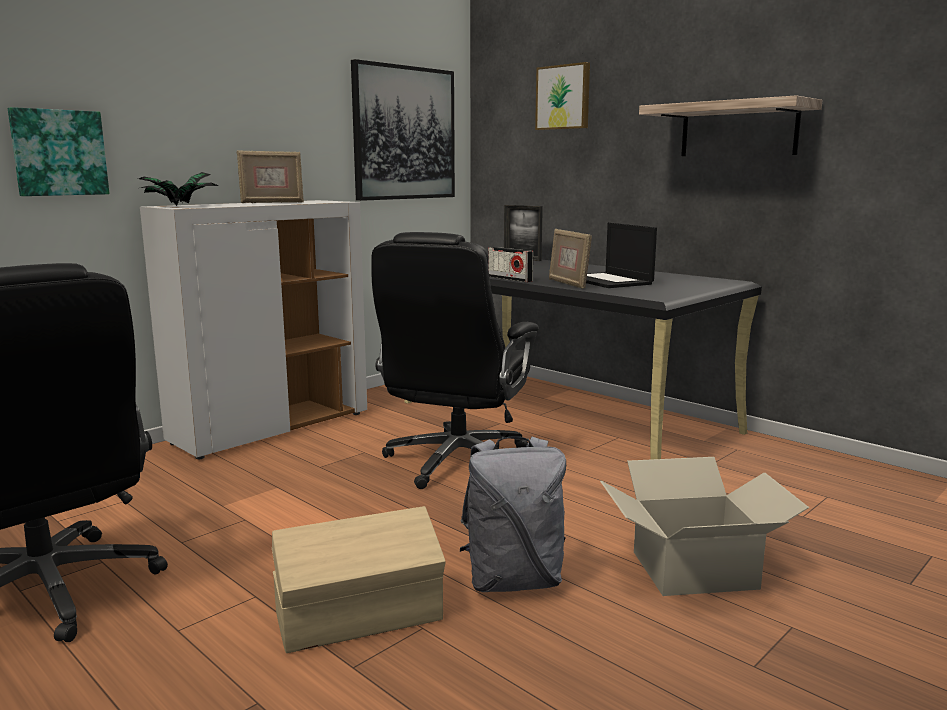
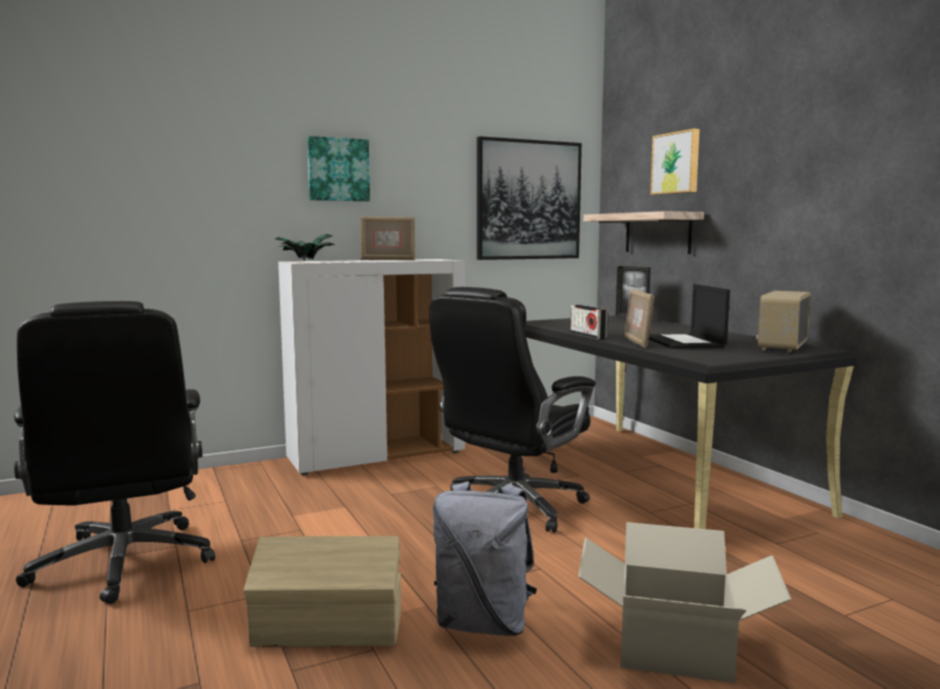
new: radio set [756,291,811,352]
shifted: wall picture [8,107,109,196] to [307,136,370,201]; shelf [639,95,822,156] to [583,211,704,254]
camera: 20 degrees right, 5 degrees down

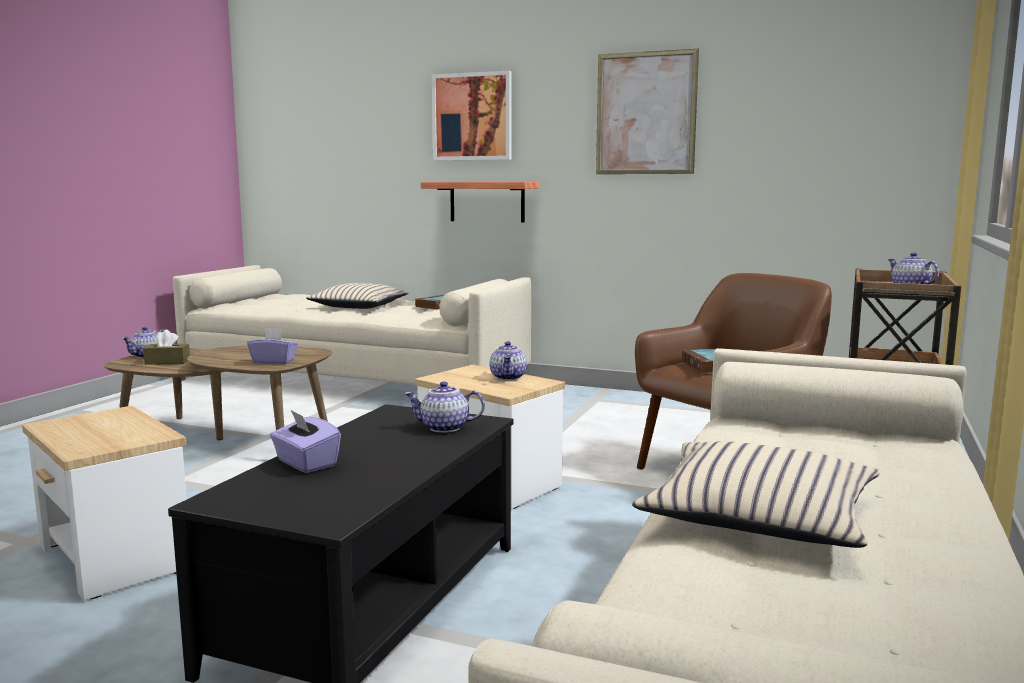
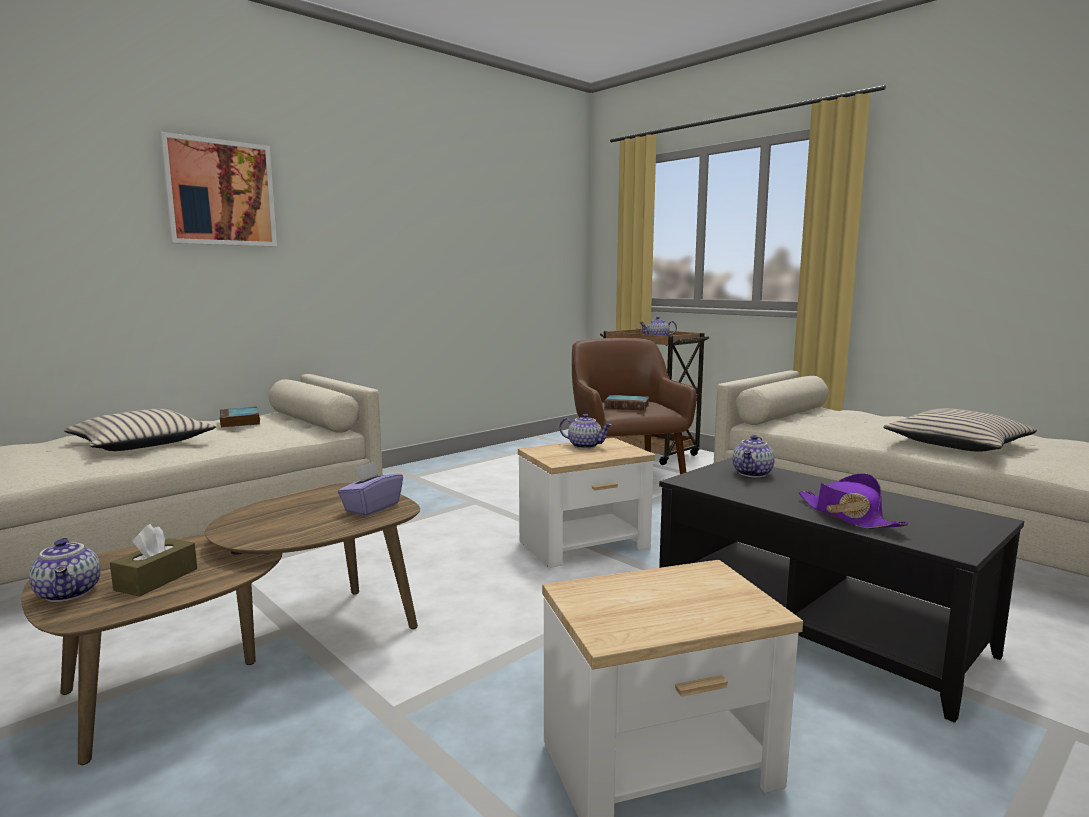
gone: shelf [421,182,539,222]; wall picture [596,49,699,174]
swapped: purple-coloured box of tissues [270,409,341,473] to purple-coloured clothing hat [799,473,910,529]
camera: 65 degrees left, 0 degrees up

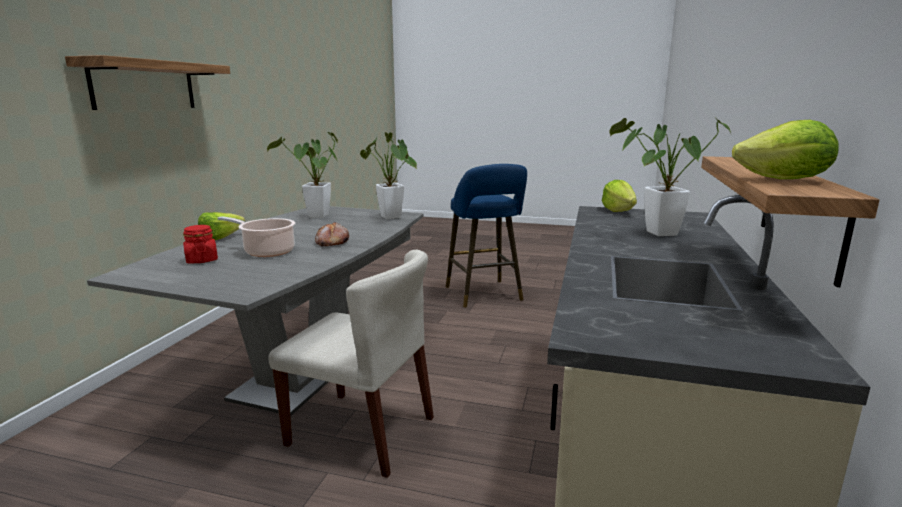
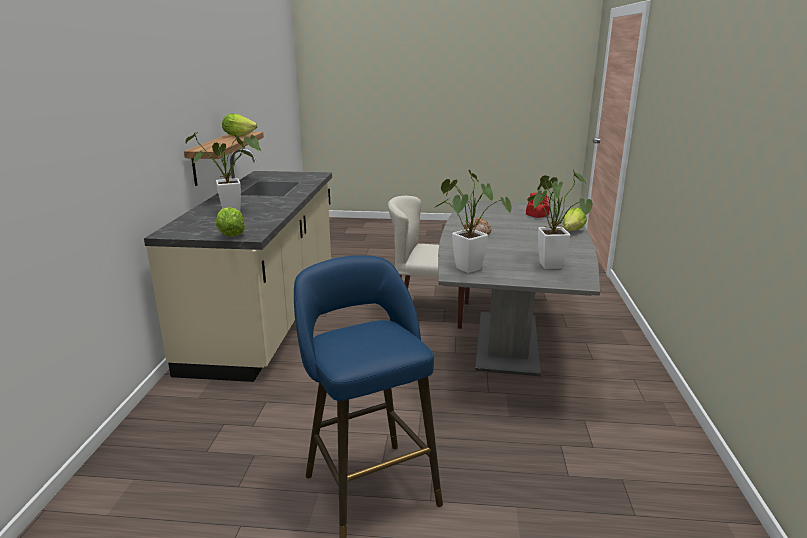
gone: shelf [65,55,230,110]; stockpot [218,216,295,257]
camera: 170 degrees right, 5 degrees up

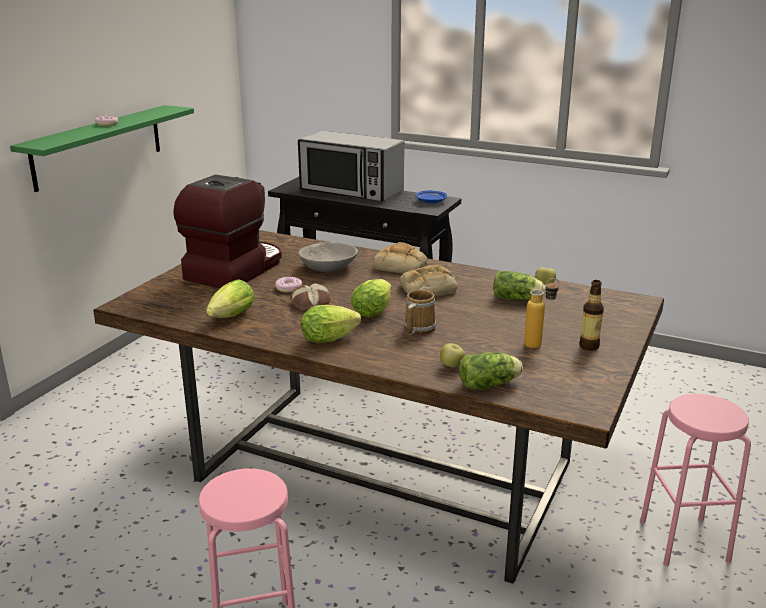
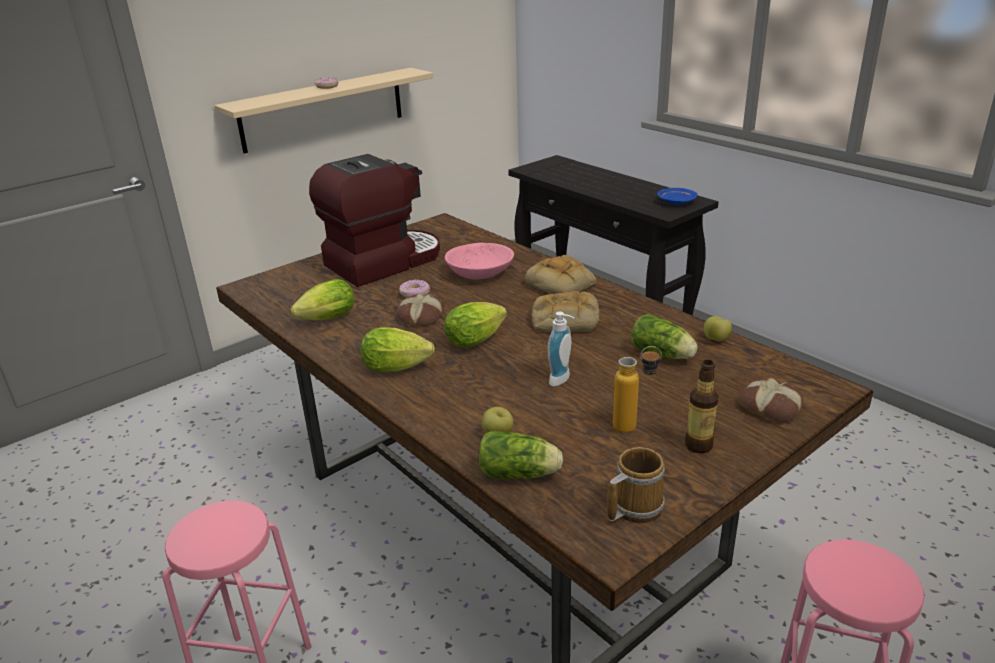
gone: microwave [298,131,404,202]
new: liquid soap bottle [548,312,574,387]; bakery bread [739,378,804,422]
shifted: tea mug [404,290,436,335] to [607,447,665,523]
repainted: greenish shelf [10,105,194,192] to beige shelf [214,68,434,153]; greyish serving bowl [298,242,358,272] to pink-coloured serving bowl [445,242,514,280]
camera: 25 degrees right, 5 degrees up

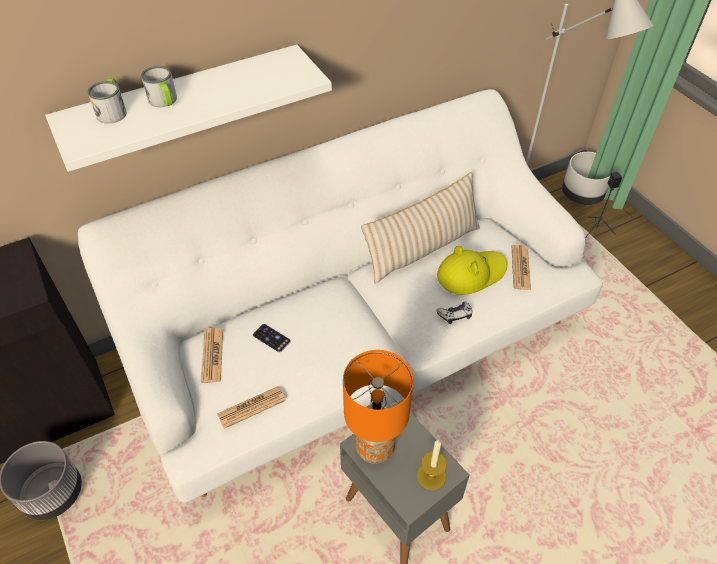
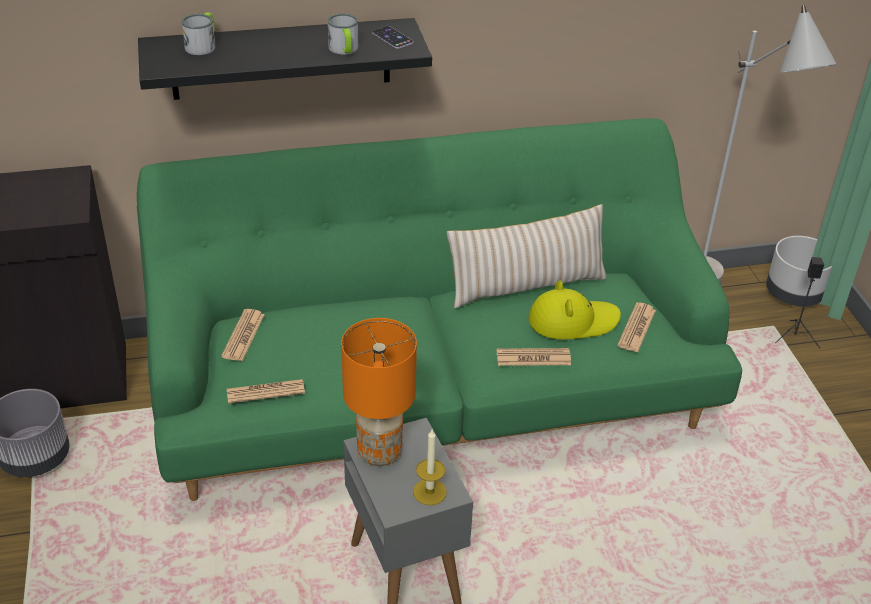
shifted: tea mug [141,66,177,107] to [328,13,358,54]; handset [253,324,291,353] to [372,26,413,49]
swapped: game controller [436,301,472,324] to printed paper [497,348,571,366]
repainted: whitish couch [78,89,603,503] to greenish couch [137,118,742,501]; whitish shelf [45,45,332,172] to black-coloured shelf [138,18,432,100]
camera: 15 degrees right, 10 degrees down

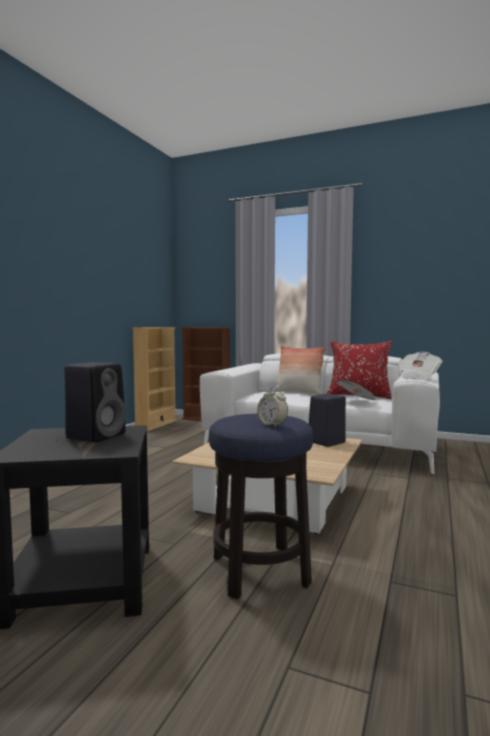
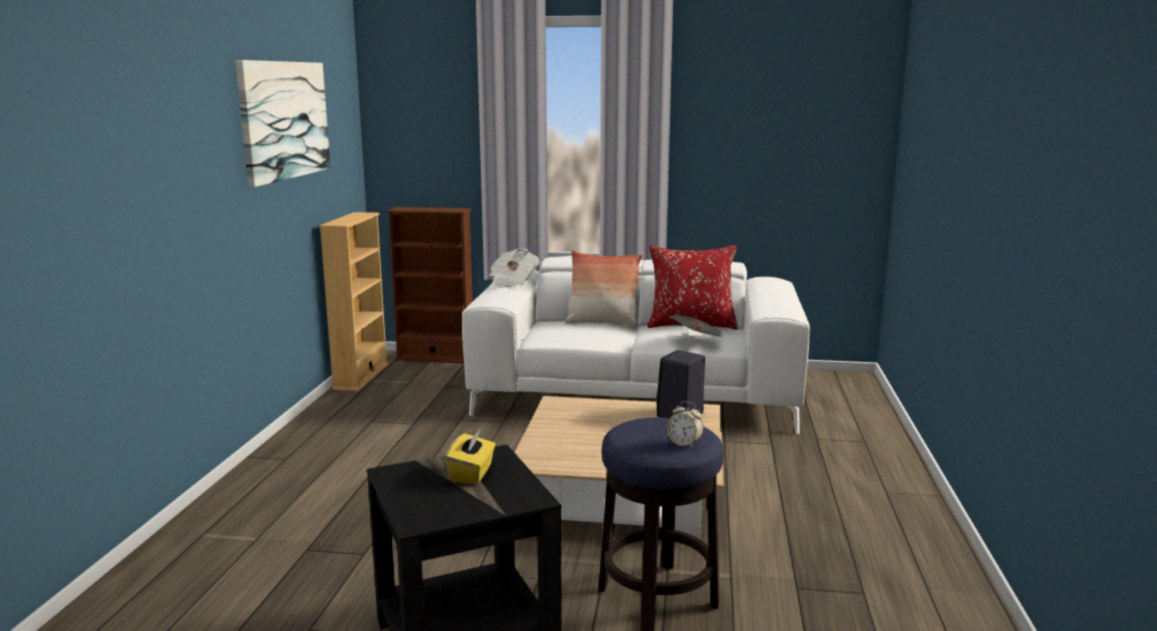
new: wall picture [235,60,331,187]
shifted: printed paper [398,352,442,379] to [490,248,540,288]
swapped: black-coloured loudspeaker [65,362,126,443] to yellow-coloured box of tissues [445,429,495,484]
camera: 15 degrees left, 10 degrees up

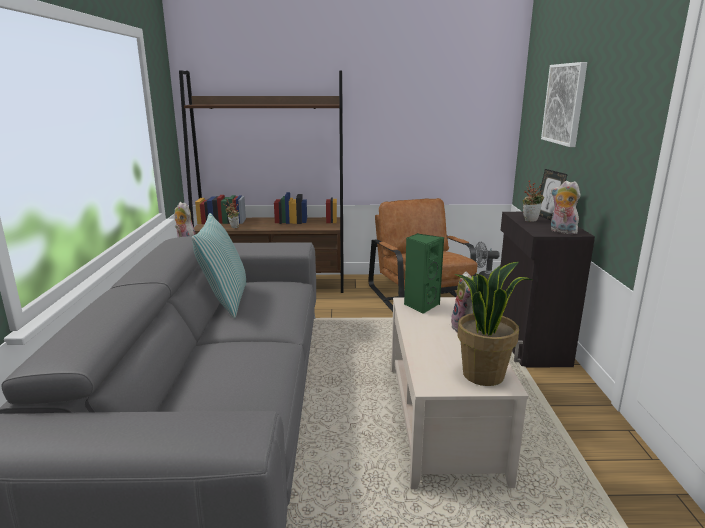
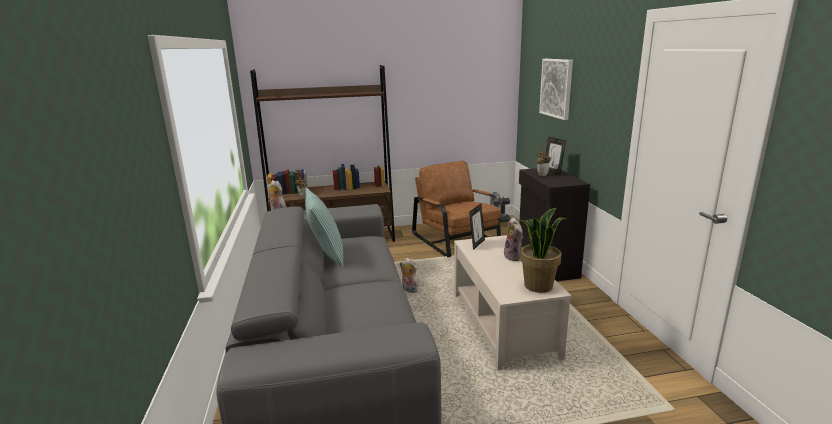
shifted: plush toy [551,181,581,234] to [399,258,419,293]
swapped: greenish loudspeaker [404,233,444,314] to picture frame [469,204,485,250]
camera: 10 degrees left, 0 degrees up

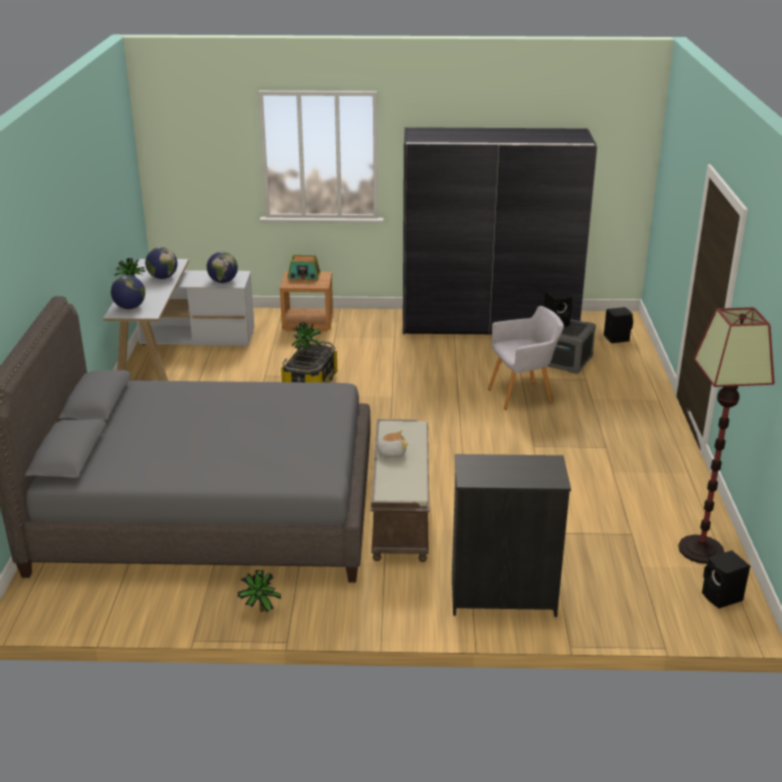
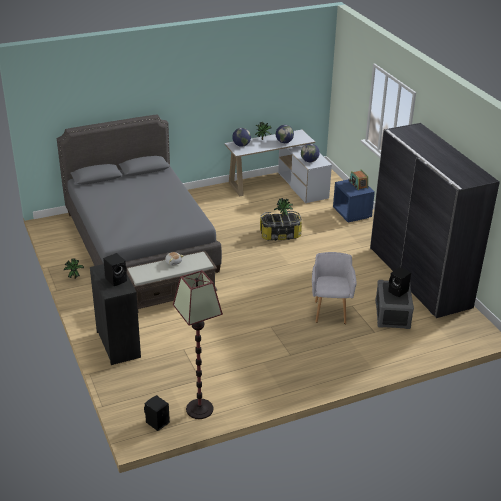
shifted: black-coloured loudspeaker [604,307,633,343] to [103,253,127,286]
repainted: brownish nightstand [280,272,333,332] to blue-coloured nightstand [333,179,375,223]
rotated: greyish armchair [488,306,564,410] = [312,252,357,324] 135 degrees counterclockwise
camera: 65 degrees right, 5 degrees up

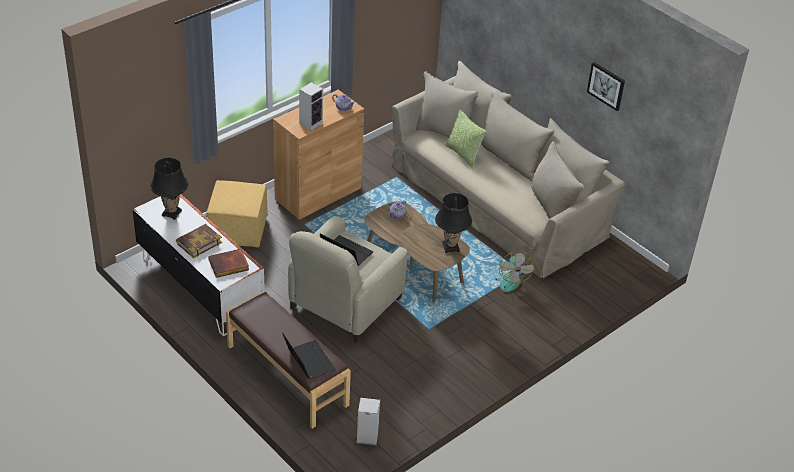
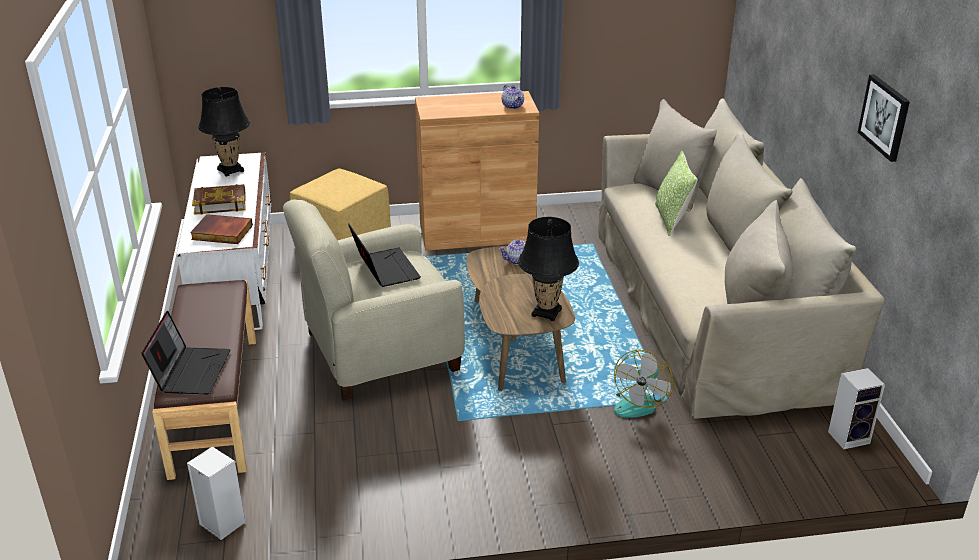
shifted: loudspeaker [299,82,323,131] to [828,368,885,449]
camera: 35 degrees right, 10 degrees down

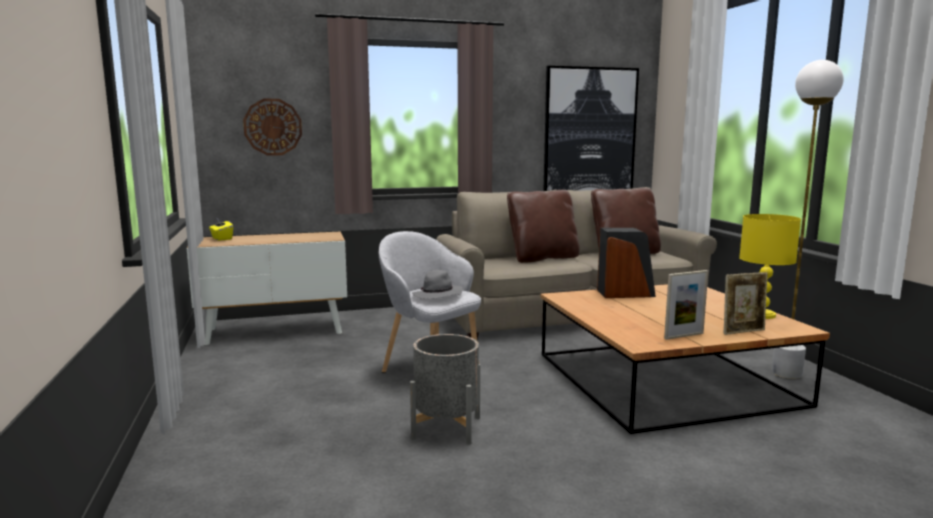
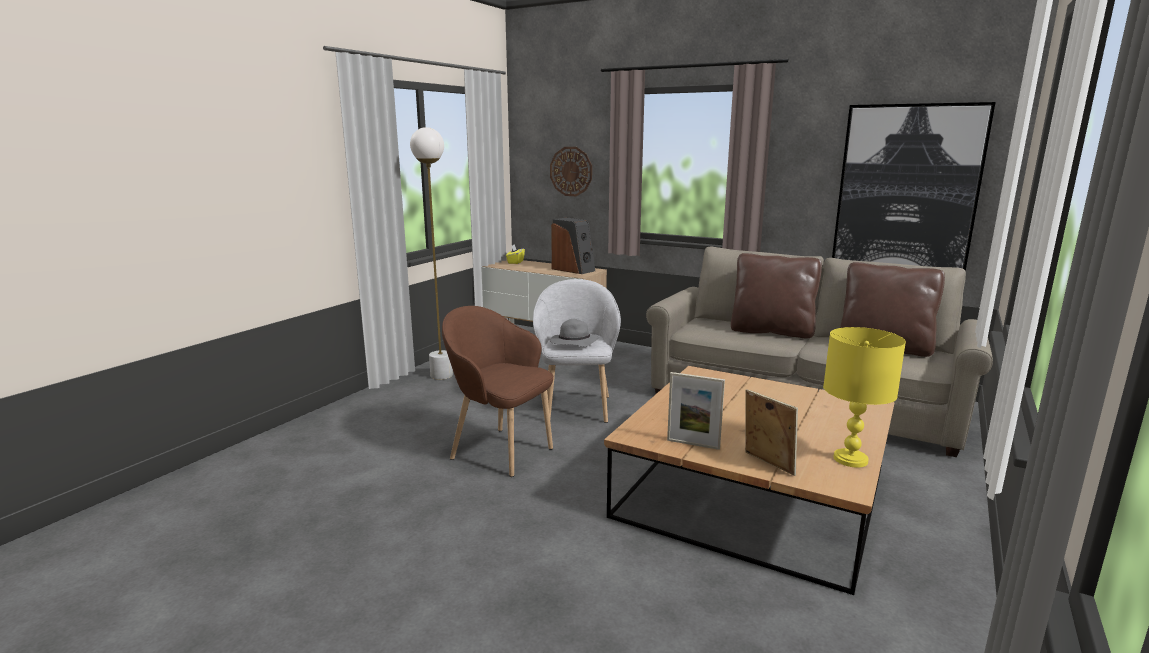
shifted: whitish standard lamp [771,60,844,379] to [410,127,453,380]; loudspeaker [597,228,656,298] to [551,217,595,274]
swapped: greyish planter [410,334,480,445] to brownish armchair [442,306,553,477]
rotated: picture frame [724,272,768,335] = [745,389,798,476] 150 degrees counterclockwise
camera: 45 degrees right, 5 degrees up

